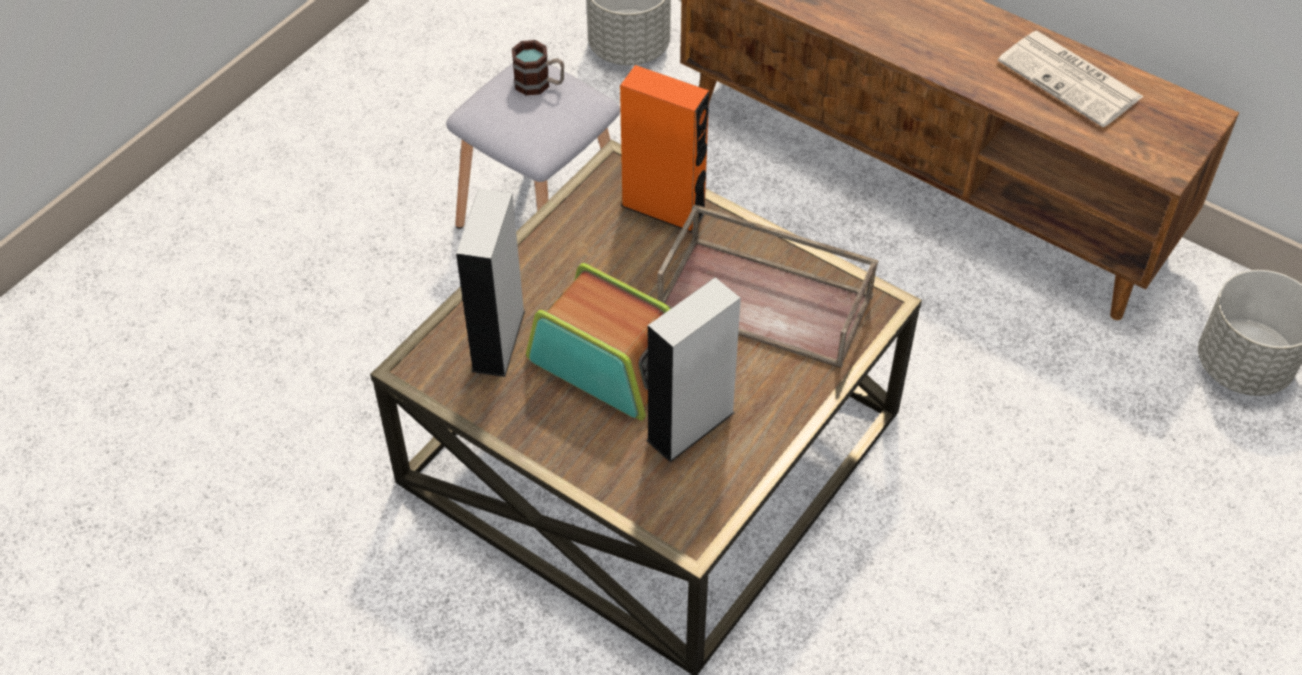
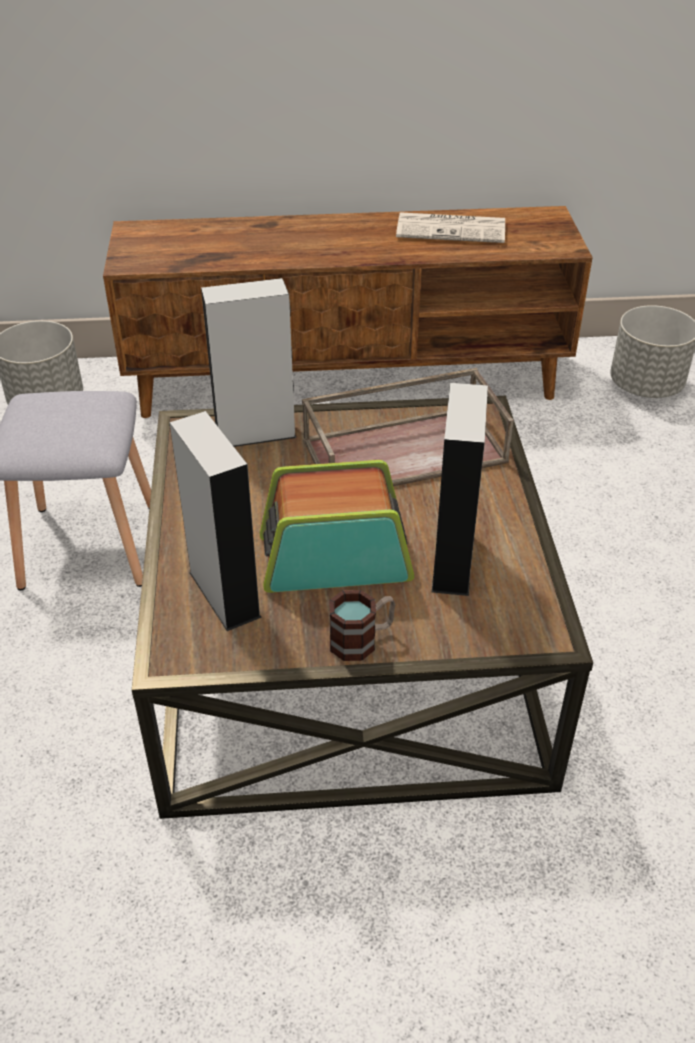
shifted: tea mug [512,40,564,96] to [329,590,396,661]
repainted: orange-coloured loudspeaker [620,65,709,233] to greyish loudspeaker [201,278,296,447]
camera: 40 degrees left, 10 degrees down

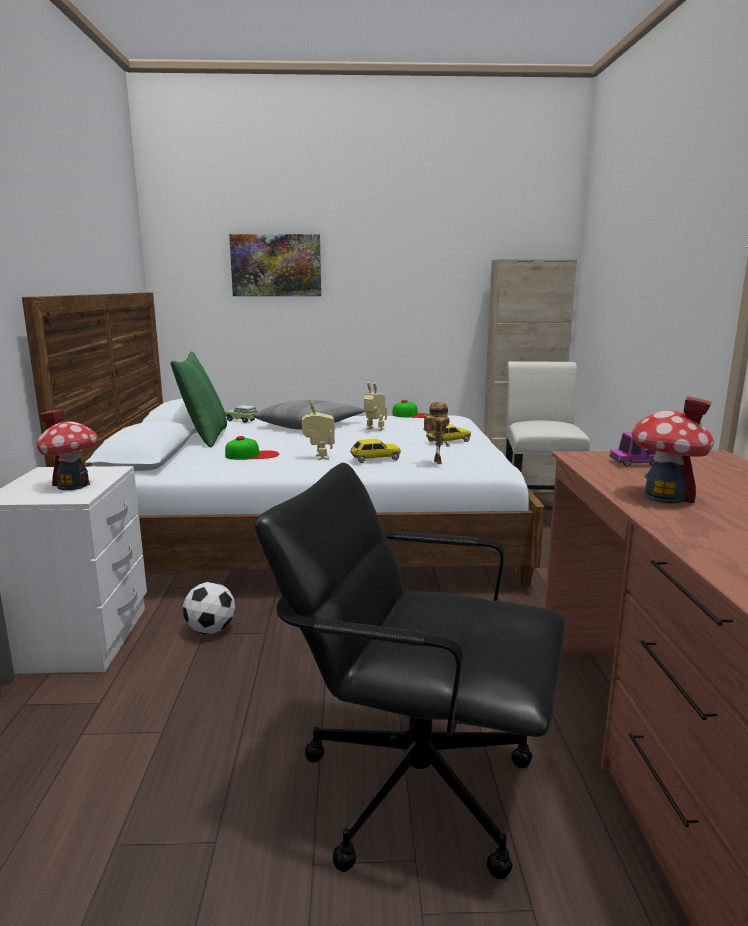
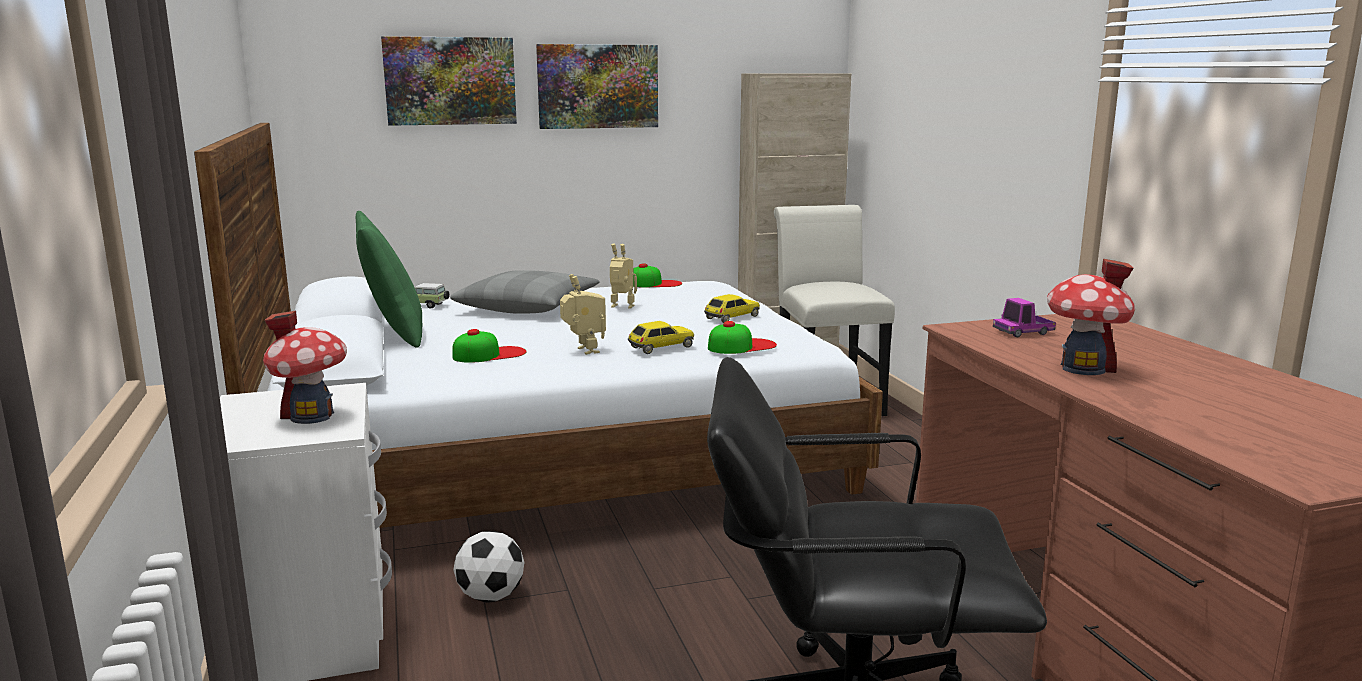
new: wall picture [536,44,658,129]
swapped: toy robot [423,402,450,464] to cap [708,321,777,354]
camera: 15 degrees left, 0 degrees up

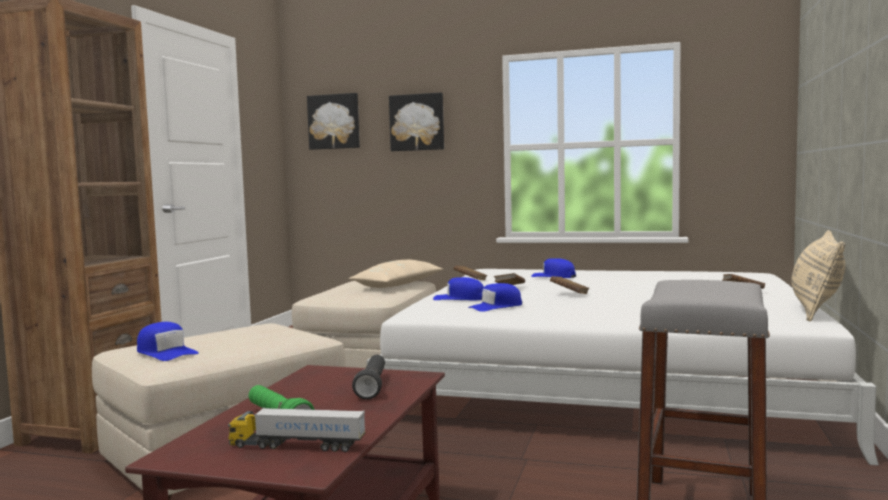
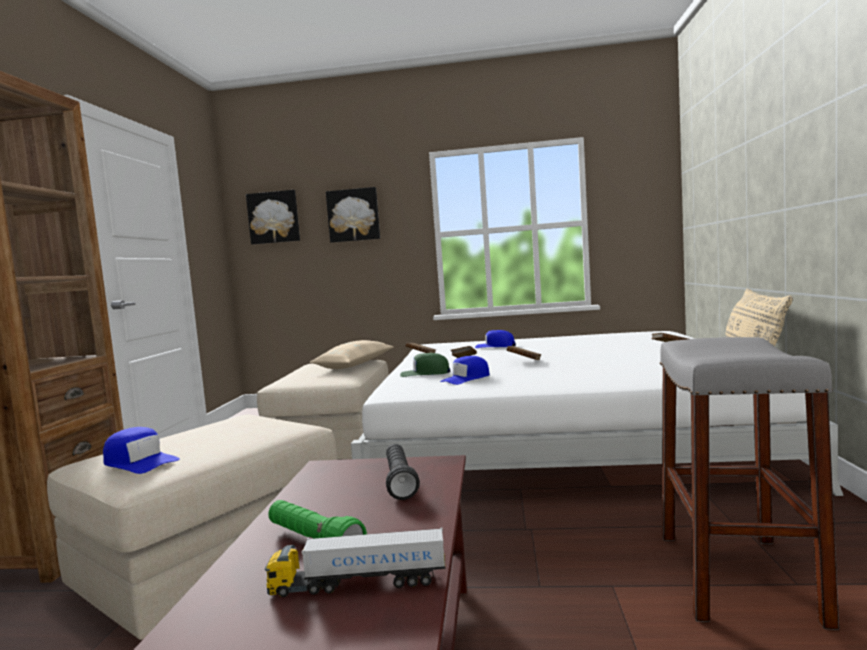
repainted: blue-coloured cap [433,277,484,300] to greenish cap [400,353,450,377]
camera: 10 degrees left, 0 degrees up

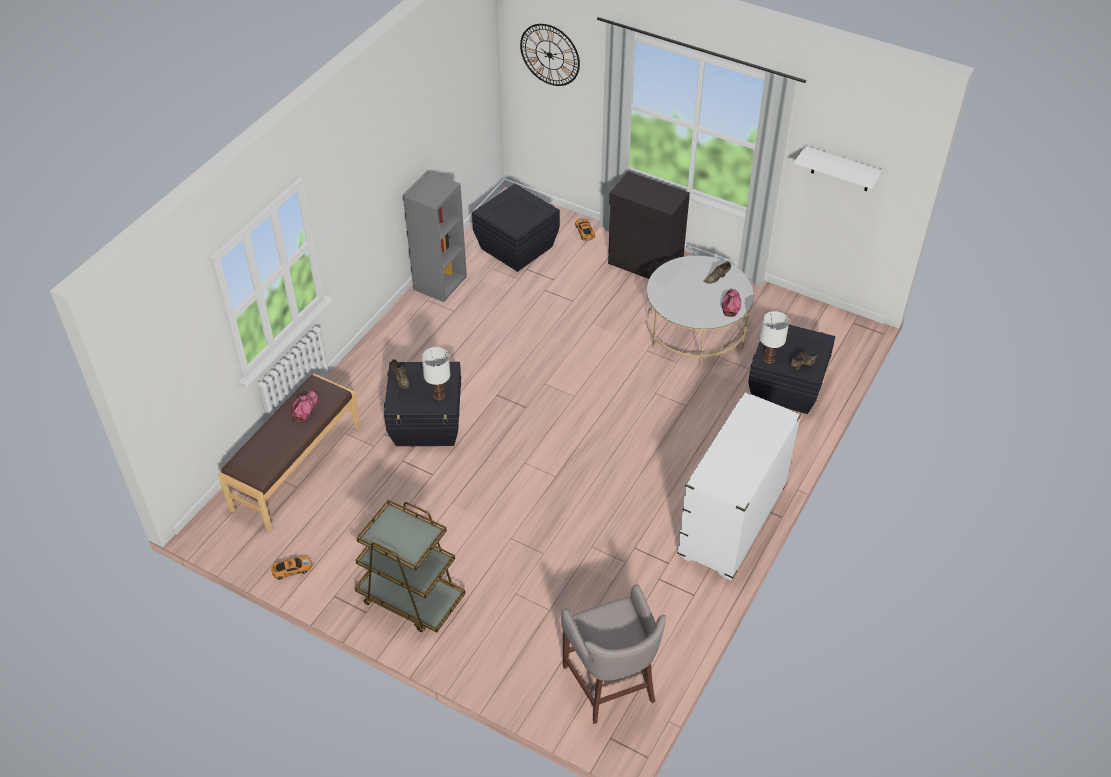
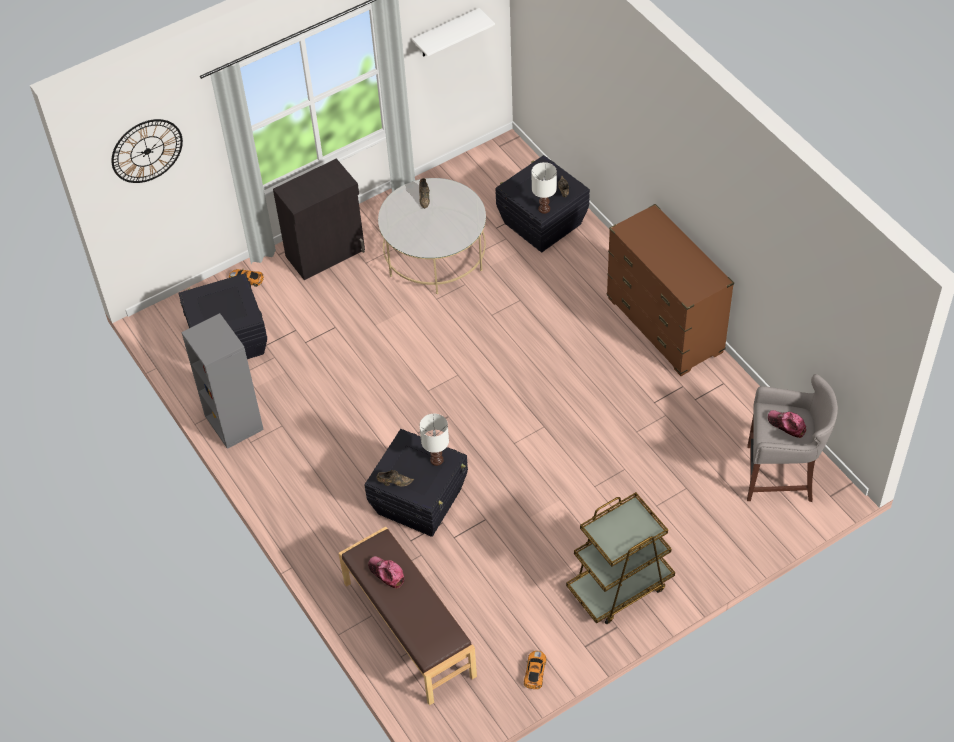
shifted: cap [722,289,741,317] to [768,410,806,438]
repainted: whitish drawer chest [677,391,801,580] to brownish drawer chest [607,204,734,376]
camera: 60 degrees left, 5 degrees up

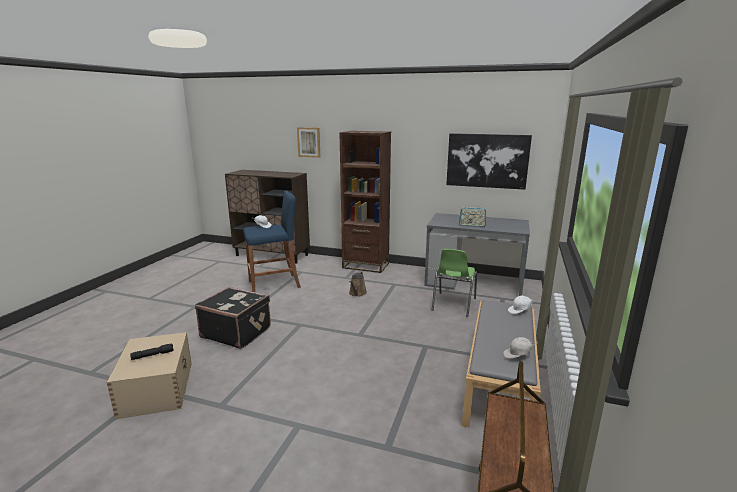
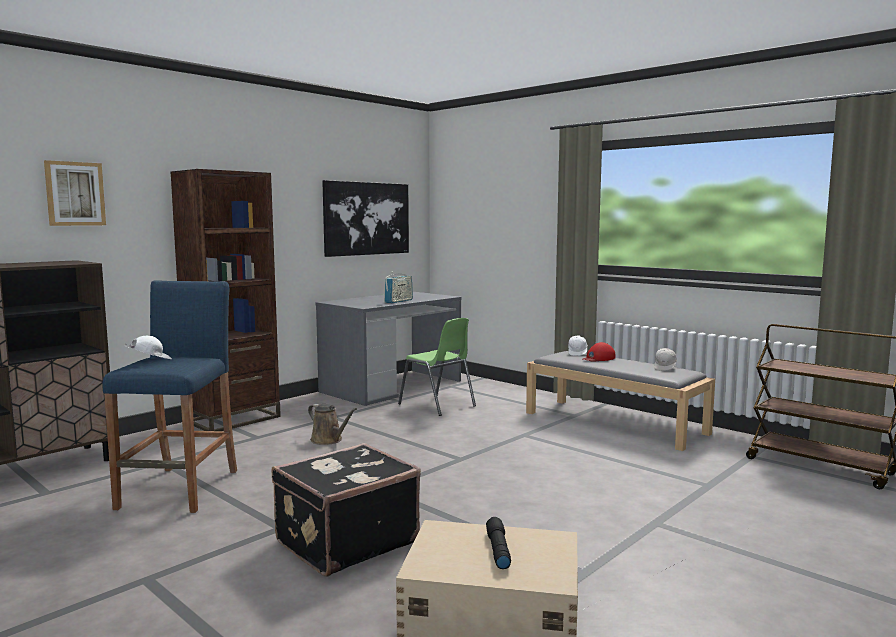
new: reddish cap [583,342,616,362]
camera: 65 degrees left, 10 degrees down

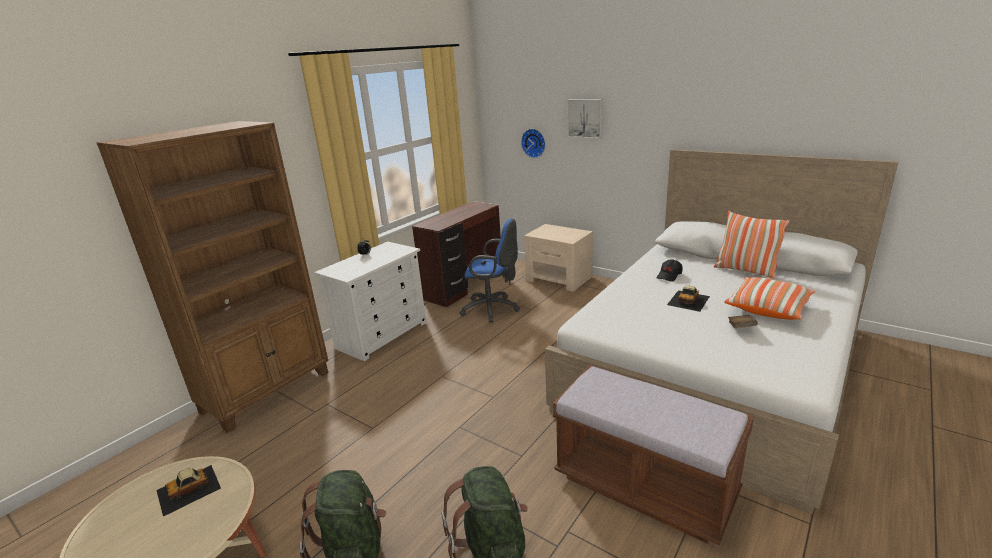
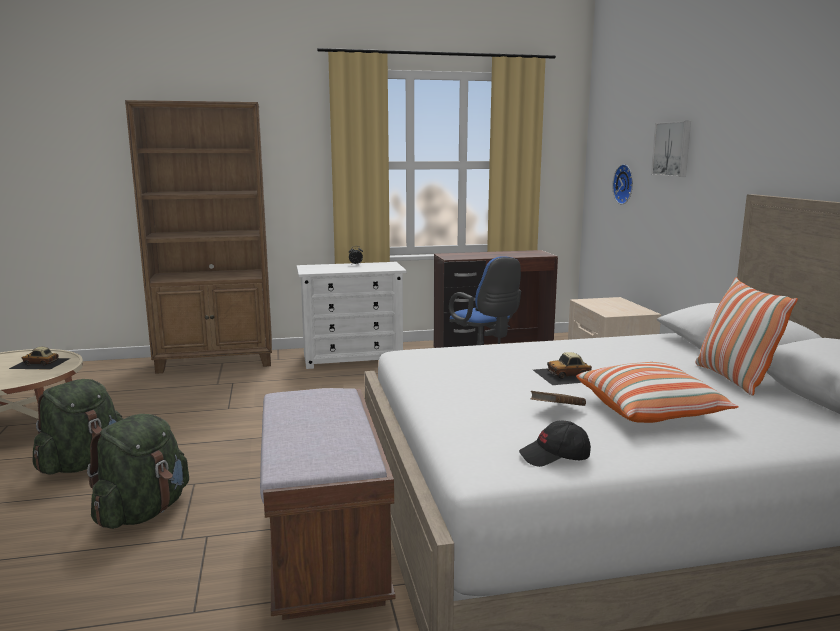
shifted: black-coloured cap [657,259,682,282] to [519,420,591,467]
camera: 40 degrees right, 10 degrees down

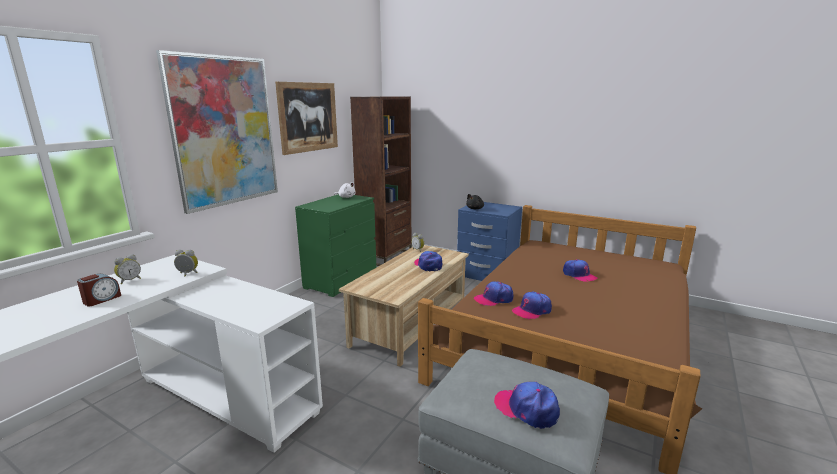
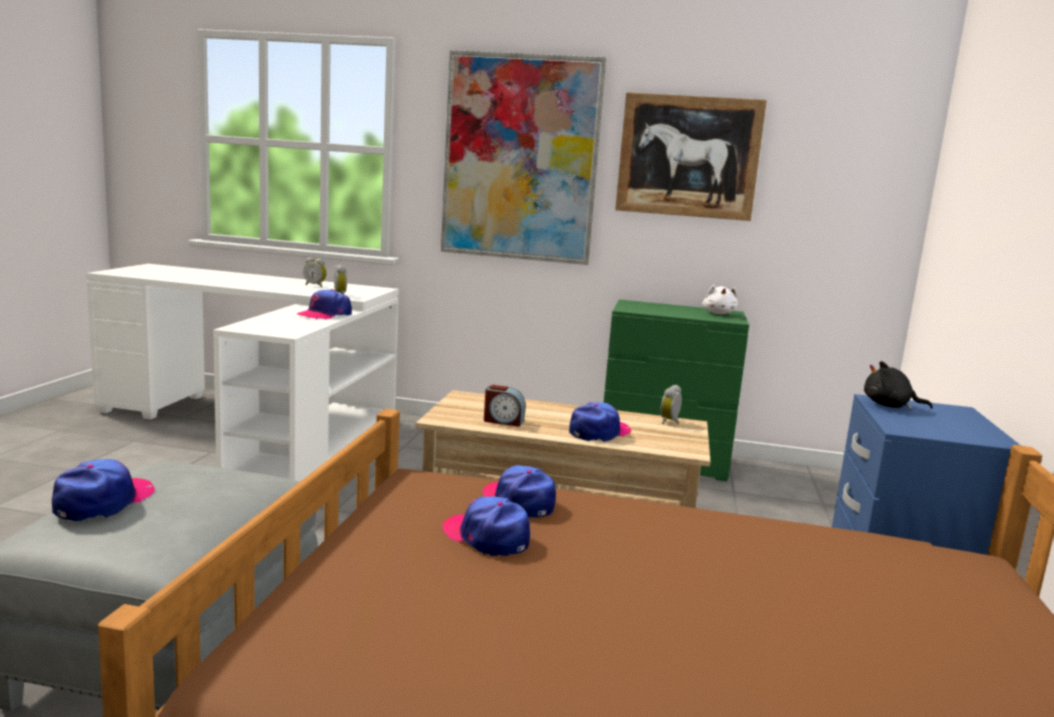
gone: brownish shelving unit [350,97,412,266]
shifted: cap [563,259,598,282] to [297,289,352,320]; alarm clock [77,274,121,306] to [484,385,526,427]
camera: 70 degrees right, 5 degrees down

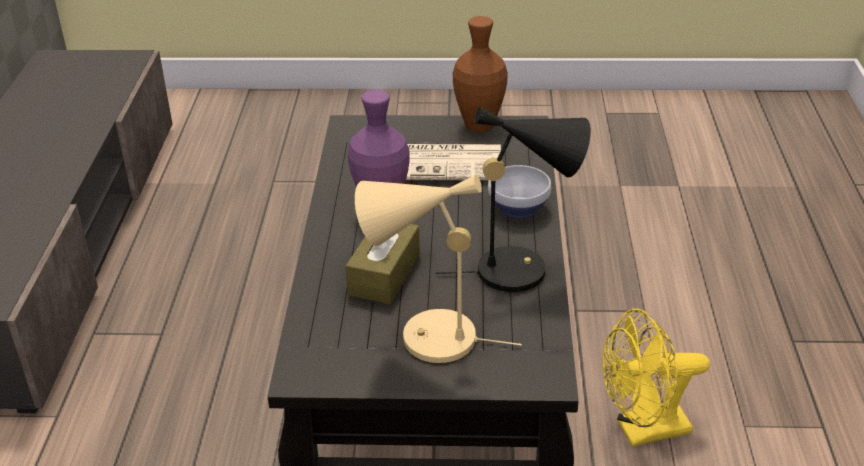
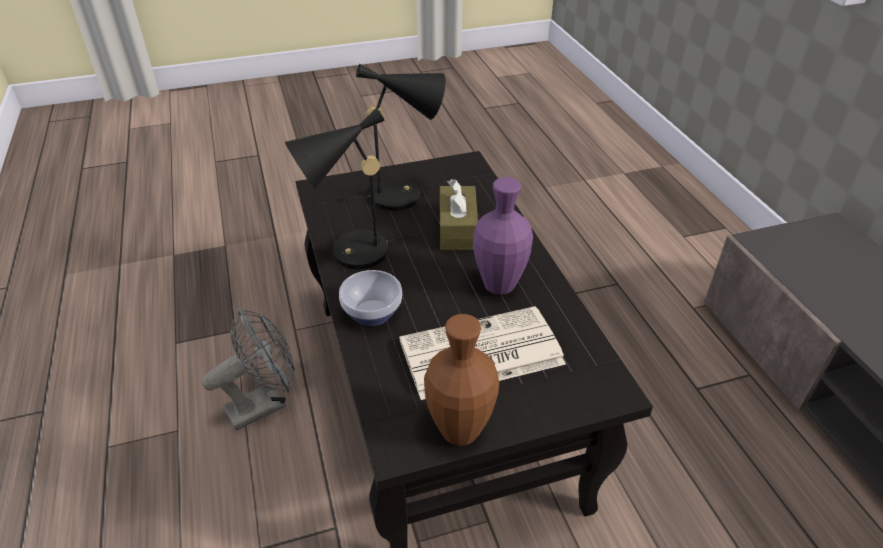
repainted: yellow-coloured fan [602,309,710,447] to greyish fan [202,308,295,431]; beige tabletop lamp [355,175,522,363] to black-coloured tabletop lamp [338,64,446,211]
camera: 160 degrees right, 5 degrees up

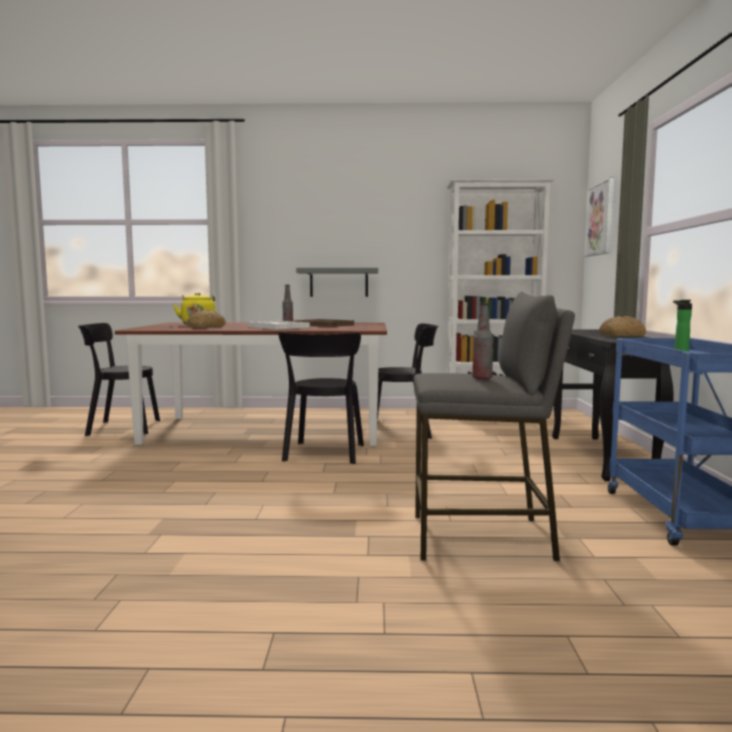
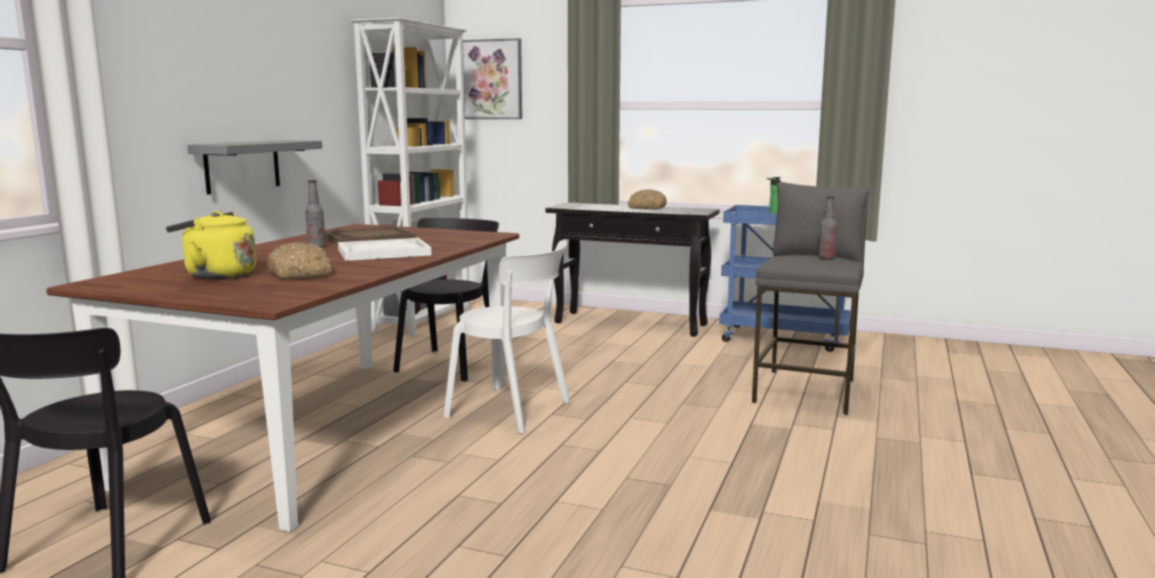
repainted: black-coloured upright chair [278,332,364,464] to whitish upright chair [443,240,570,434]
camera: 70 degrees left, 5 degrees up

